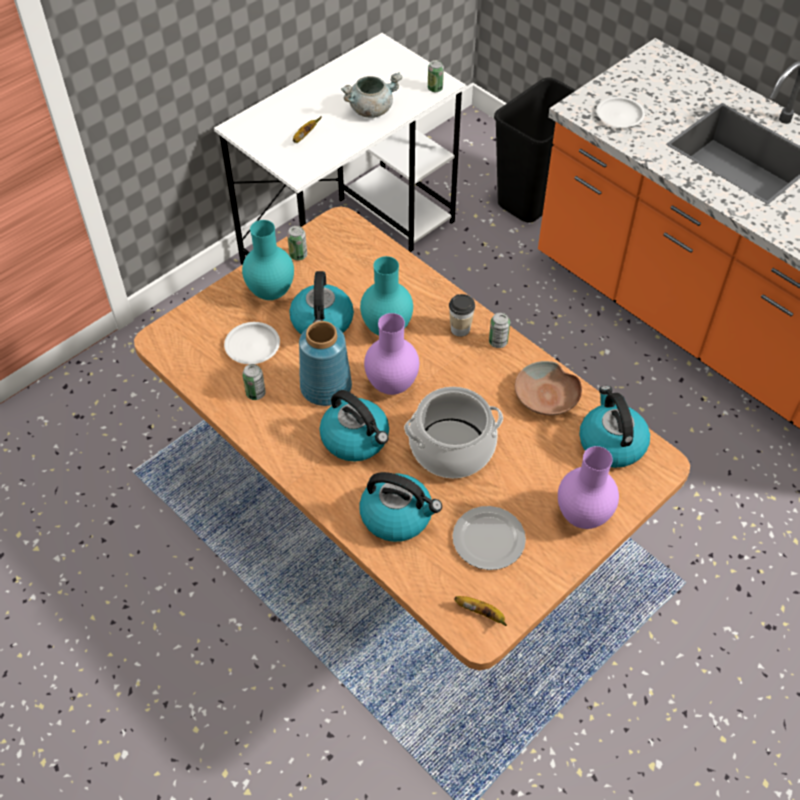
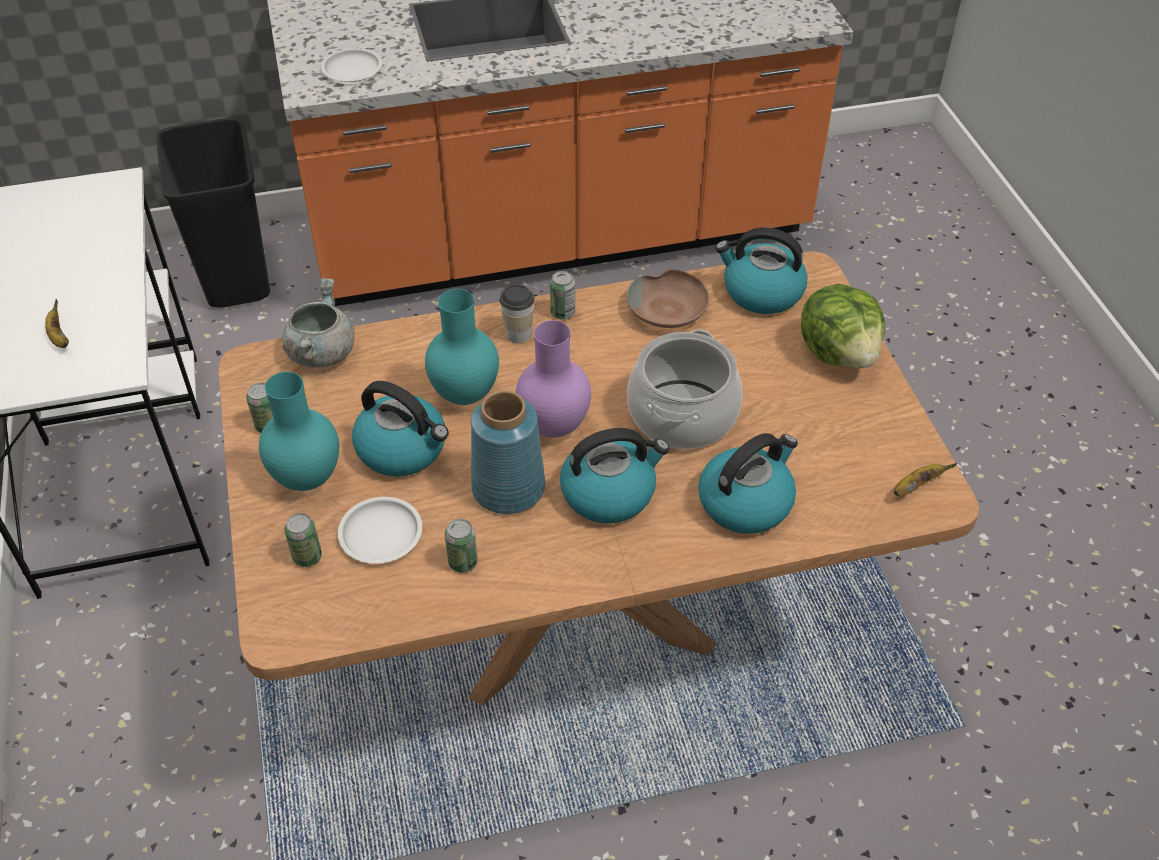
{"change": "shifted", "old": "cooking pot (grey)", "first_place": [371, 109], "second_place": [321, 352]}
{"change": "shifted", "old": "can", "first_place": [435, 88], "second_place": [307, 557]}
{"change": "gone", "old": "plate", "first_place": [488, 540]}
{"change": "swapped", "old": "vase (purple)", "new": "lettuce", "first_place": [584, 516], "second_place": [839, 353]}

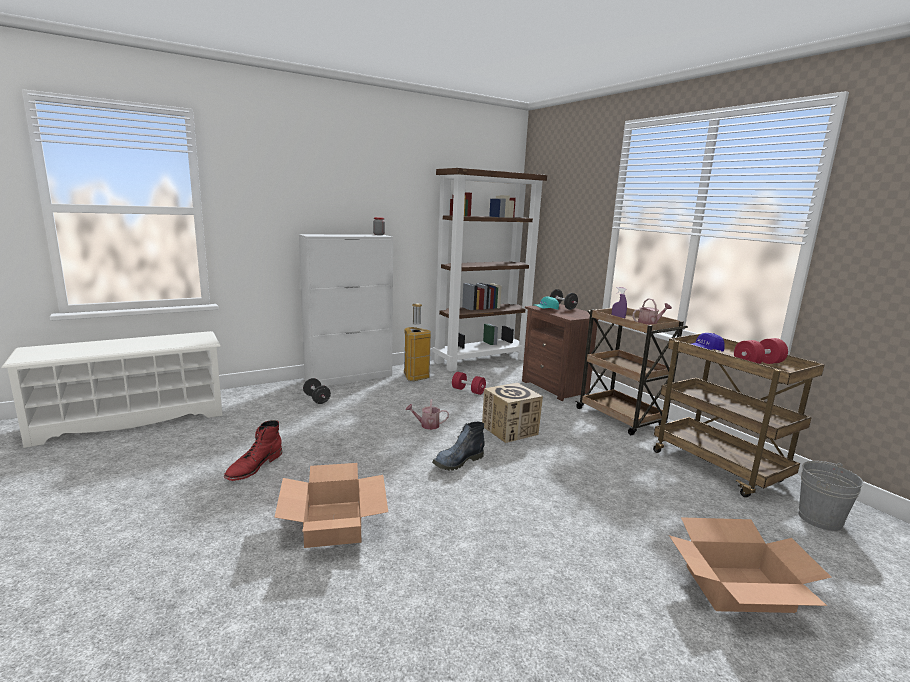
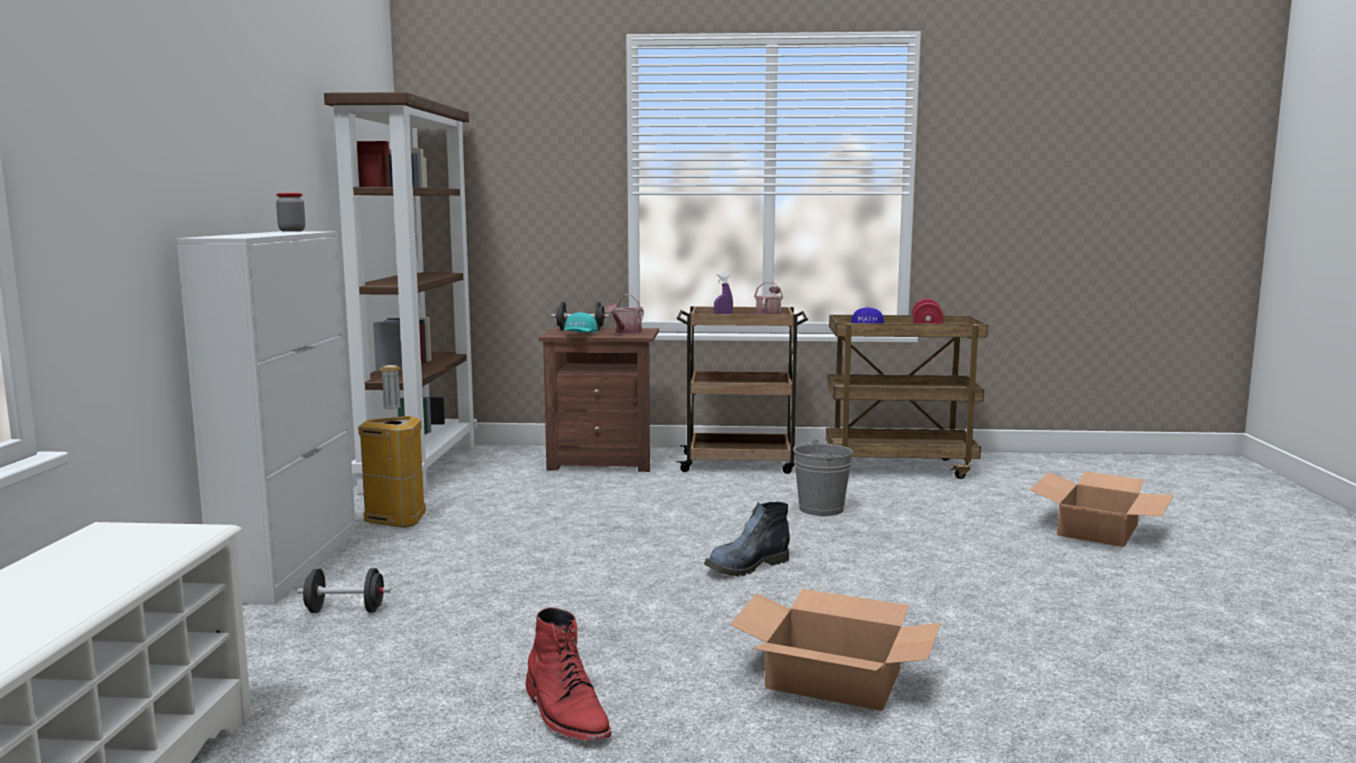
{"change": "shifted", "old": "watering can", "first_place": [427, 425], "second_place": [626, 332]}
{"change": "rotated", "old": "boot", "first_place": [458, 462], "second_place": [746, 567], "degrees": 60}
{"change": "gone", "old": "dumbbell (red)", "first_place": [468, 391]}
{"change": "gone", "old": "cardboard box", "first_place": [510, 430]}
{"change": "shifted", "old": "bucket (grey)", "first_place": [820, 519], "second_place": [821, 509]}

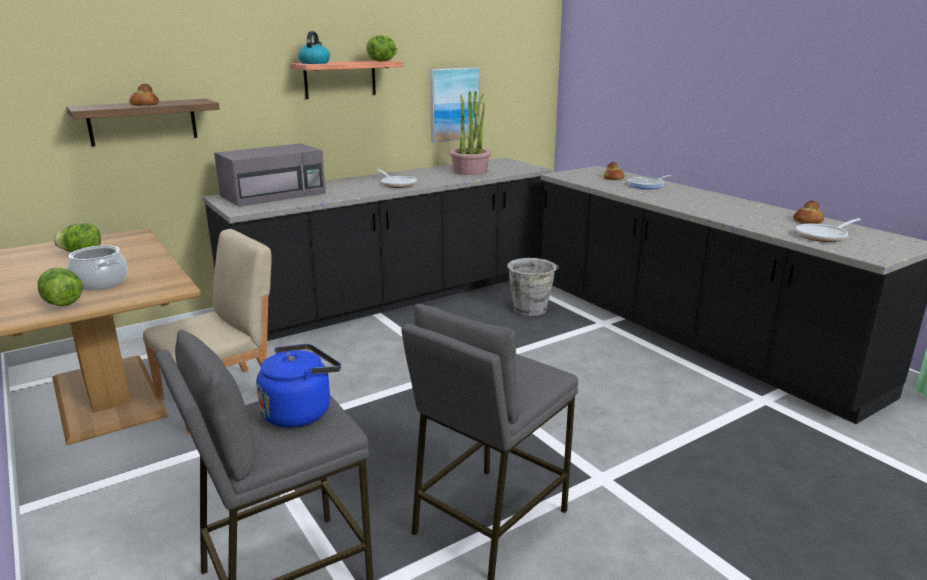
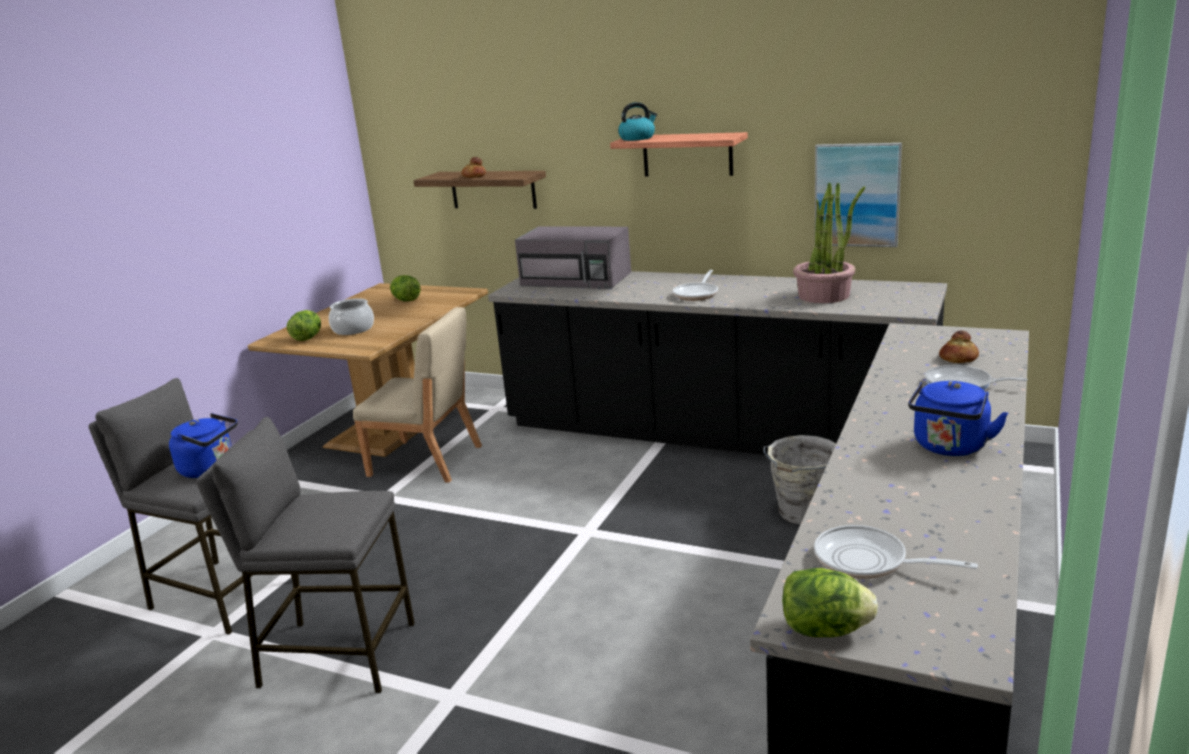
{"change": "shifted", "old": "lettuce", "first_place": [382, 61], "second_place": [825, 630]}
{"change": "gone", "old": "bread", "first_place": [808, 221]}
{"change": "new", "new": "kettle (blue)", "second_place": [949, 448]}

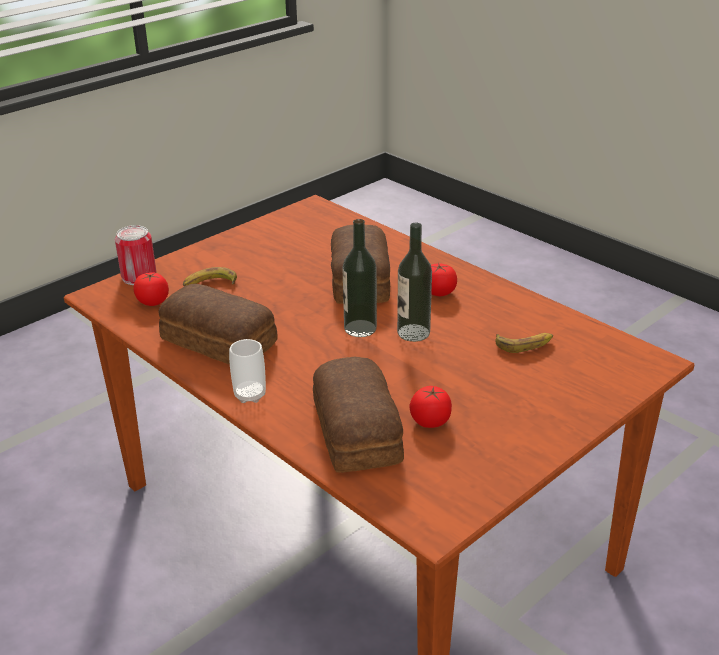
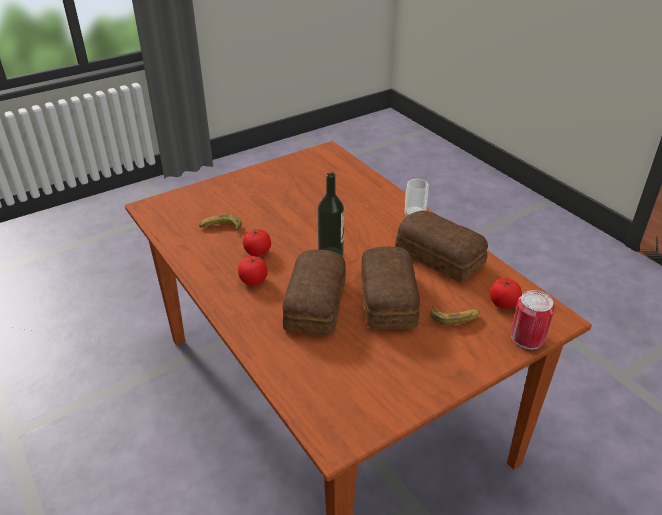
{"change": "shifted", "old": "bread", "first_place": [358, 429], "second_place": [386, 300]}
{"change": "gone", "old": "bottle", "first_place": [413, 333]}
{"change": "shifted", "old": "tomato", "first_place": [430, 421], "second_place": [257, 252]}

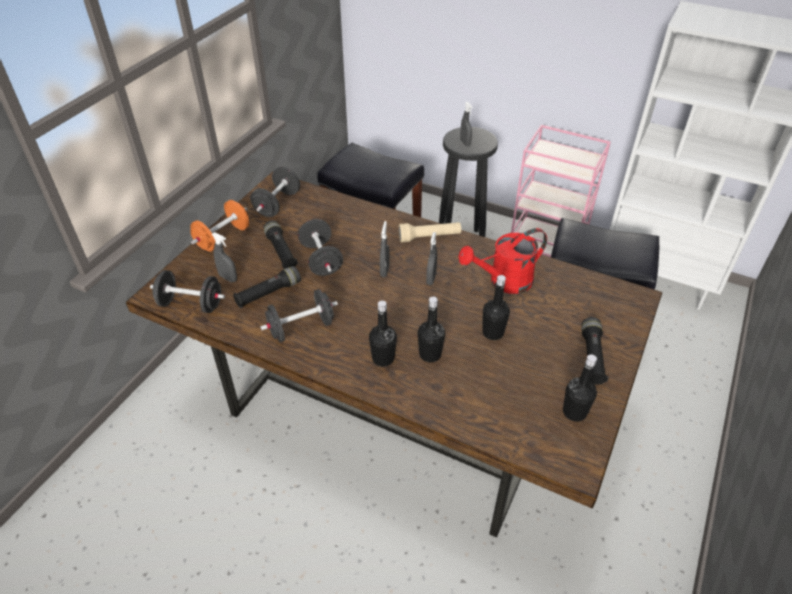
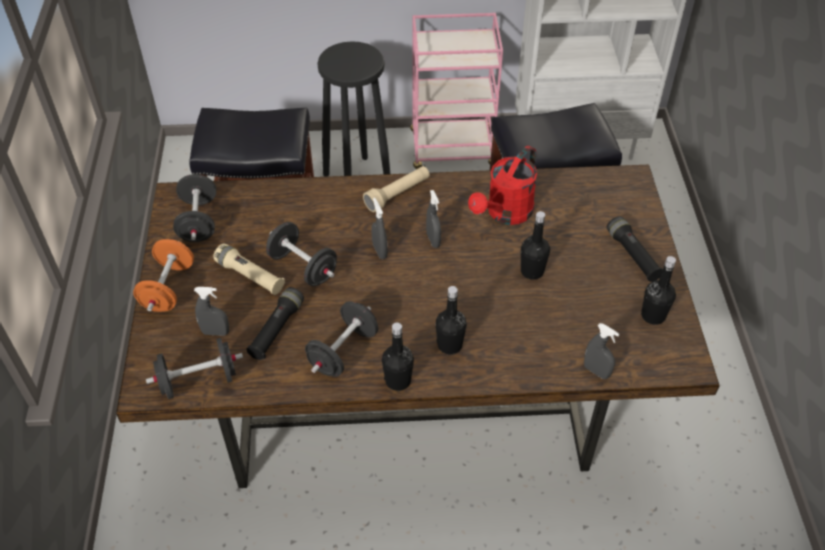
{"change": "repainted", "old": "flashlight (black)", "new": "flashlight (beige)", "first_place": [281, 251], "second_place": [250, 276]}
{"change": "shifted", "old": "bottle (black)", "first_place": [430, 354], "second_place": [398, 381]}
{"change": "shifted", "old": "spray bottle (grey)", "first_place": [465, 143], "second_place": [596, 371]}

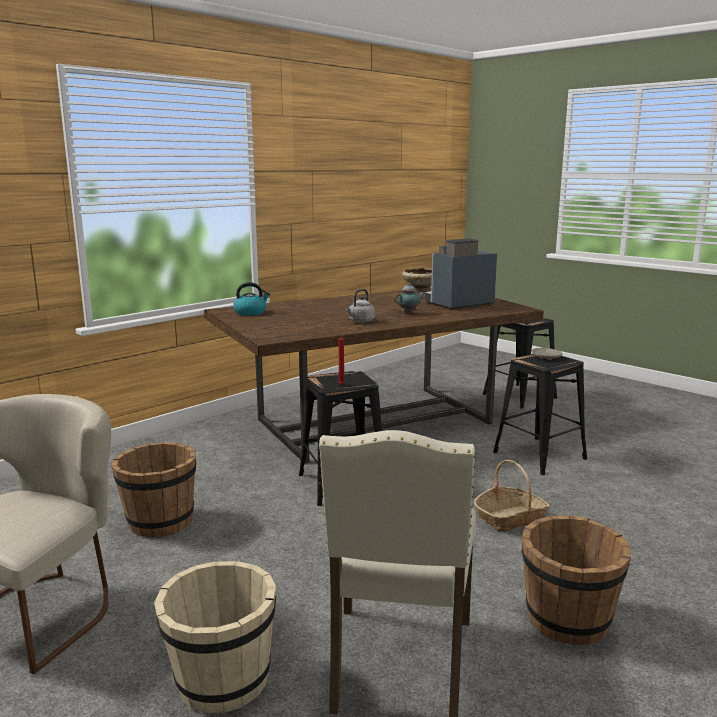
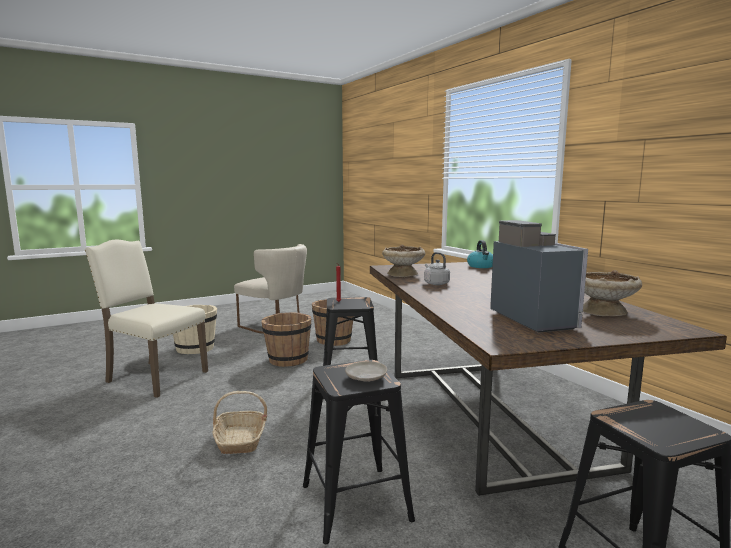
{"change": "gone", "old": "teapot", "first_place": [409, 313]}
{"change": "shifted", "old": "bucket (brown)", "first_place": [567, 620], "second_place": [288, 360]}
{"change": "new", "new": "bowl (beige)", "second_place": [403, 274]}

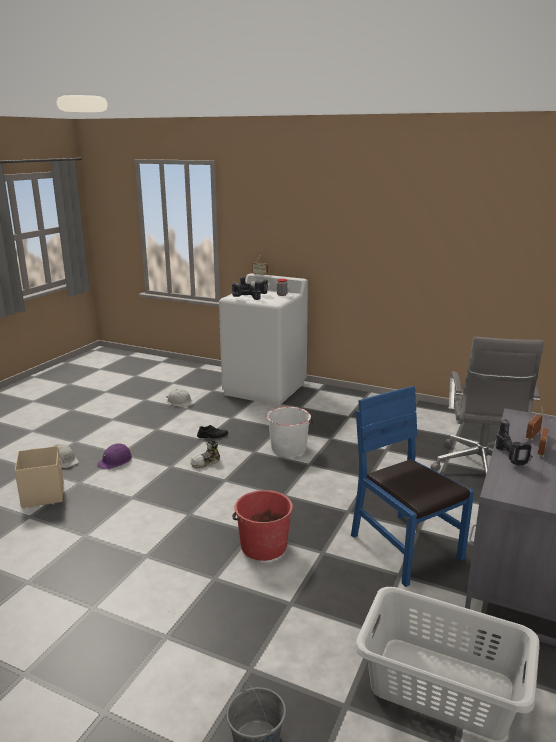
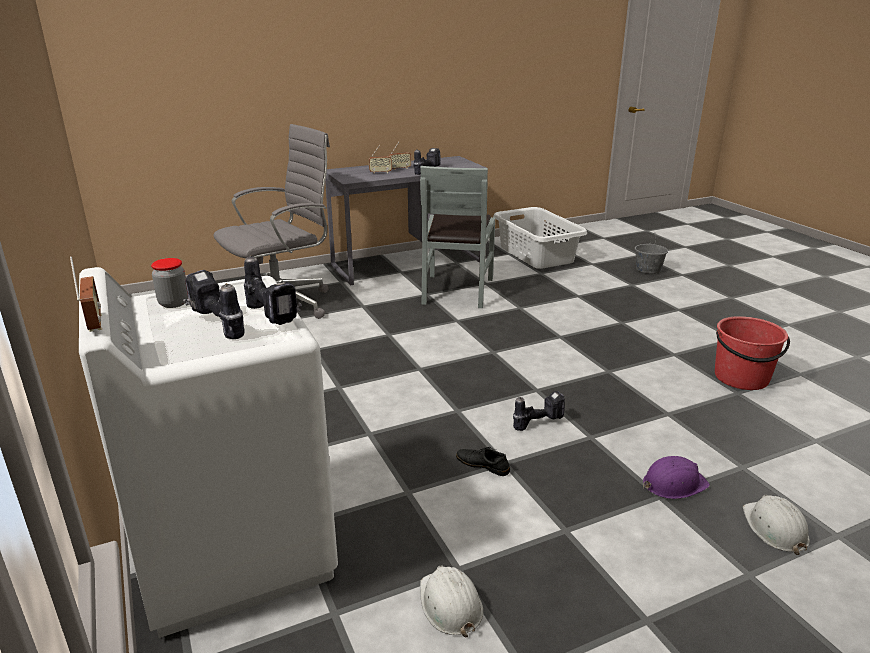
{"change": "gone", "old": "storage box (beige)", "first_place": [43, 494]}
{"change": "swapped", "old": "shoe", "new": "power drill", "first_place": [206, 462], "second_place": [537, 422]}
{"change": "shifted", "old": "bucket (red)", "first_place": [263, 546], "second_place": [741, 378]}
{"change": "gone", "old": "bucket (white)", "first_place": [288, 448]}
{"change": "repainted", "old": "chair (blue)", "new": "chair (grey)", "first_place": [405, 548], "second_place": [456, 290]}

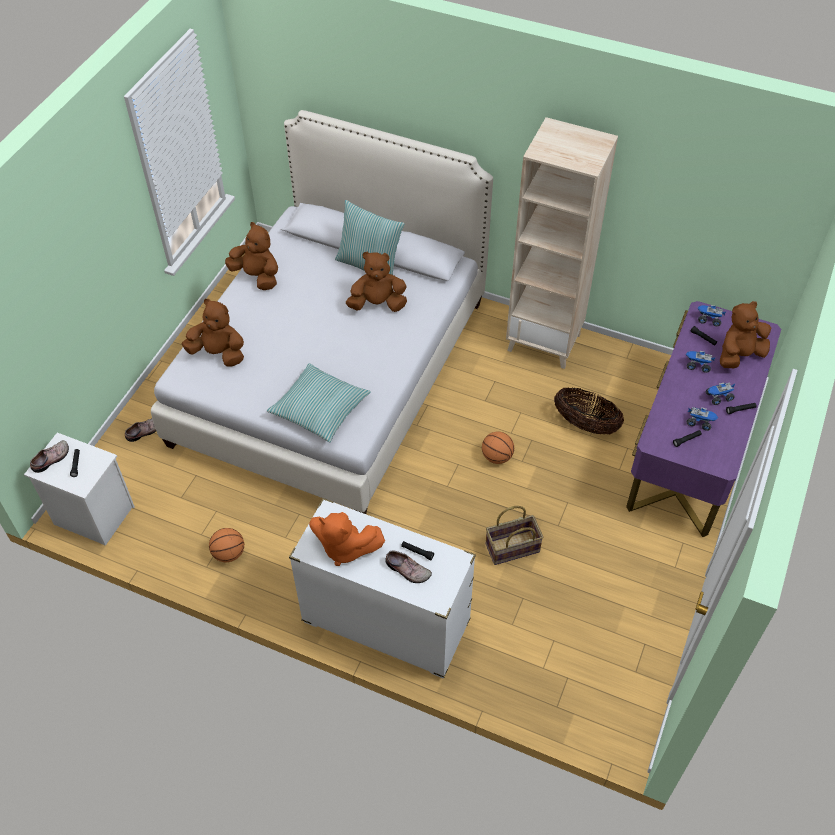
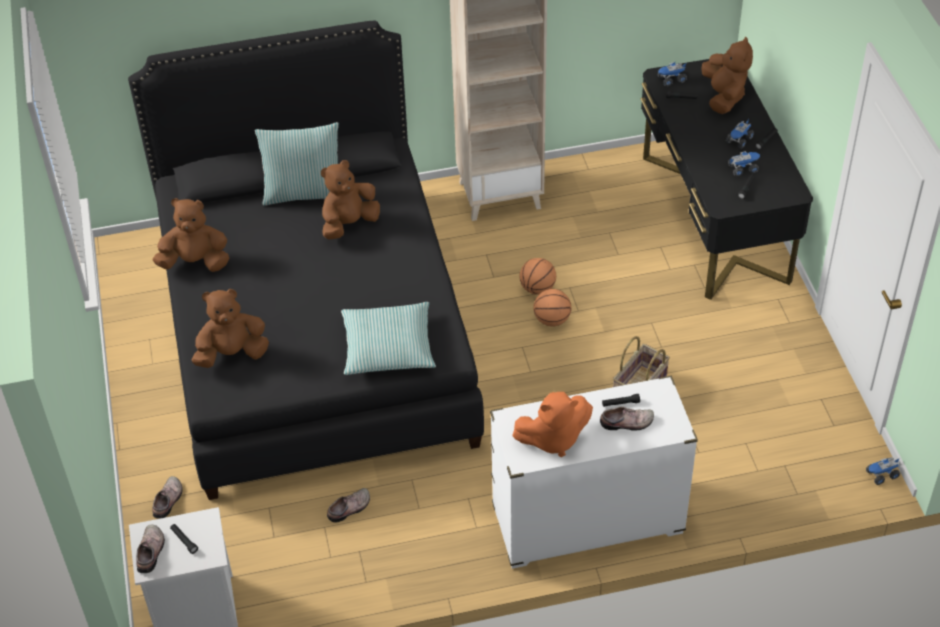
{"change": "repainted", "old": "bed (white)", "new": "bed (black)", "first_place": [331, 370], "second_place": [314, 332]}
{"change": "shifted", "old": "basketball", "first_place": [229, 553], "second_place": [537, 289]}
{"change": "gone", "old": "basket", "first_place": [585, 424]}
{"change": "repainted", "old": "desk (purple)", "new": "desk (black)", "first_place": [690, 449], "second_place": [714, 218]}
{"change": "shifted", "old": "toy truck", "first_place": [697, 365], "second_place": [881, 475]}
{"change": "rotated", "old": "plush toy (brown)", "first_place": [739, 355], "second_place": [724, 97], "degrees": 150}
{"change": "new", "new": "shoe", "second_place": [350, 509]}

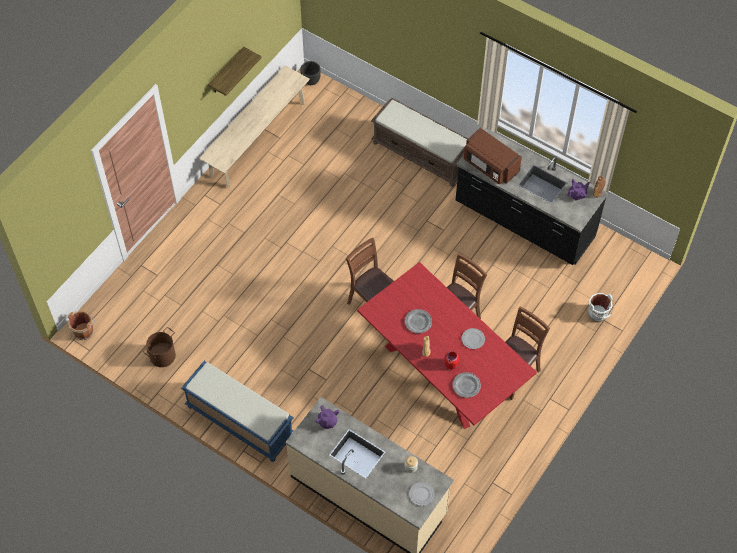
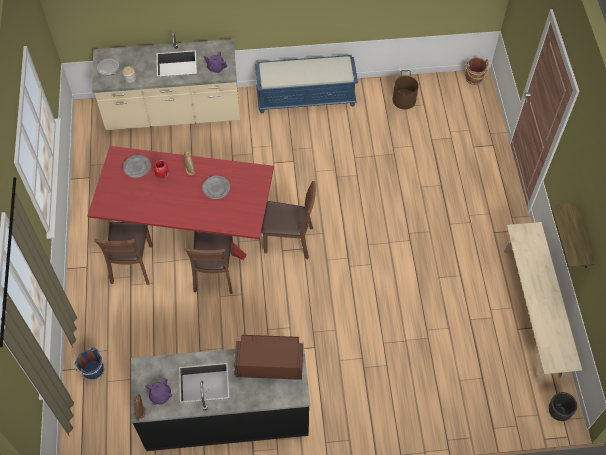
{"change": "gone", "old": "bench (brown)", "first_place": [421, 154]}
{"change": "gone", "old": "plate", "first_place": [473, 339]}
{"change": "repainted", "old": "bucket (white)", "new": "bucket (blue)", "first_place": [598, 314], "second_place": [92, 370]}

